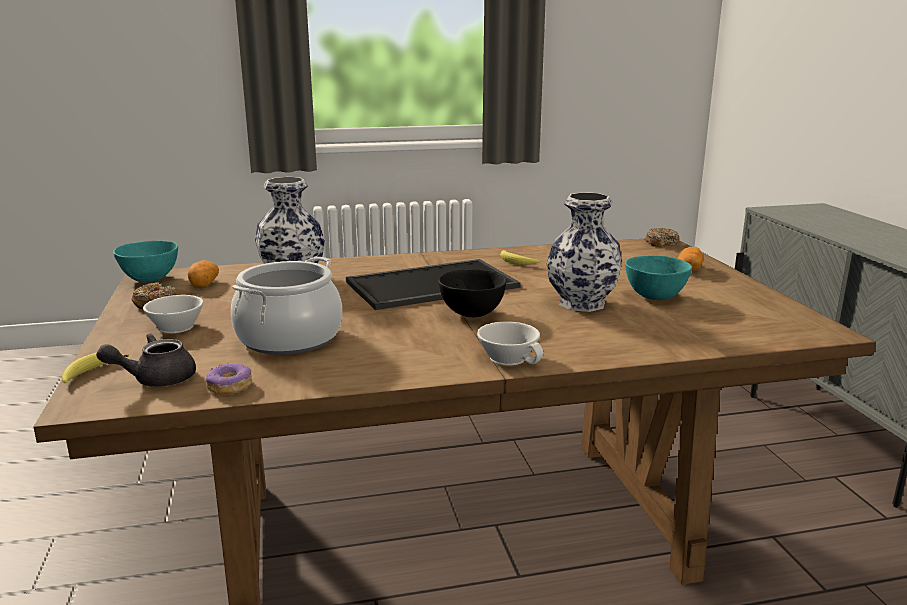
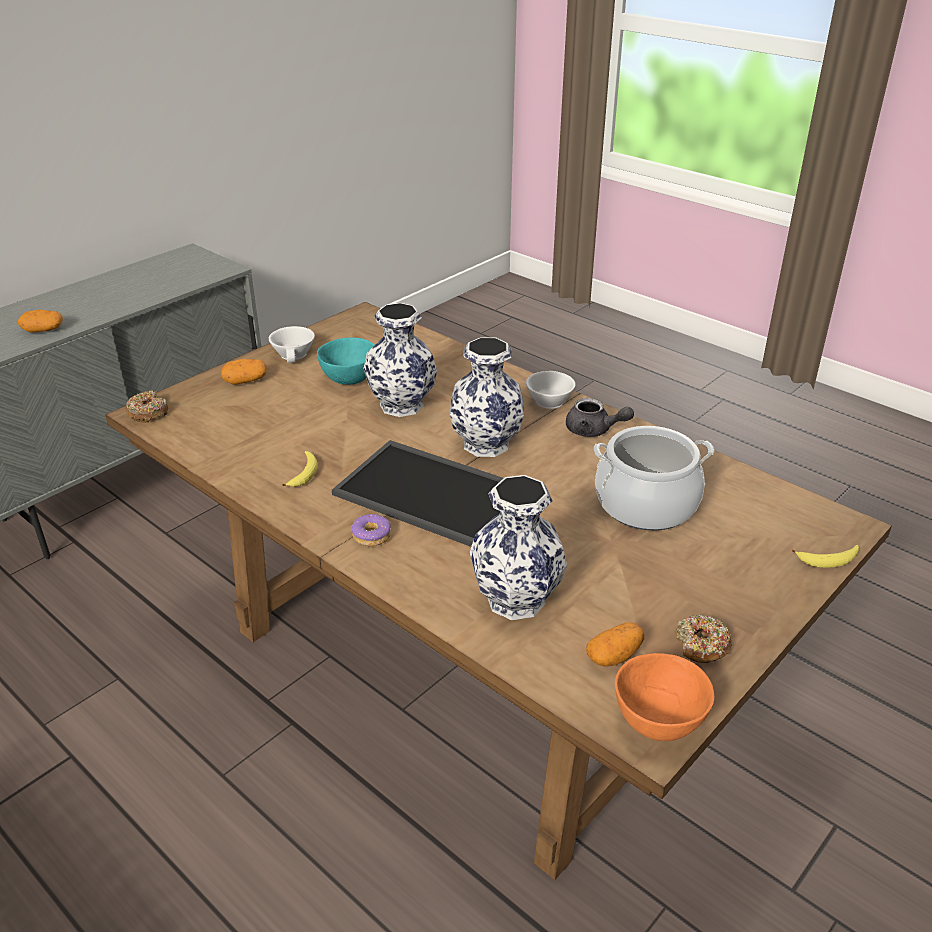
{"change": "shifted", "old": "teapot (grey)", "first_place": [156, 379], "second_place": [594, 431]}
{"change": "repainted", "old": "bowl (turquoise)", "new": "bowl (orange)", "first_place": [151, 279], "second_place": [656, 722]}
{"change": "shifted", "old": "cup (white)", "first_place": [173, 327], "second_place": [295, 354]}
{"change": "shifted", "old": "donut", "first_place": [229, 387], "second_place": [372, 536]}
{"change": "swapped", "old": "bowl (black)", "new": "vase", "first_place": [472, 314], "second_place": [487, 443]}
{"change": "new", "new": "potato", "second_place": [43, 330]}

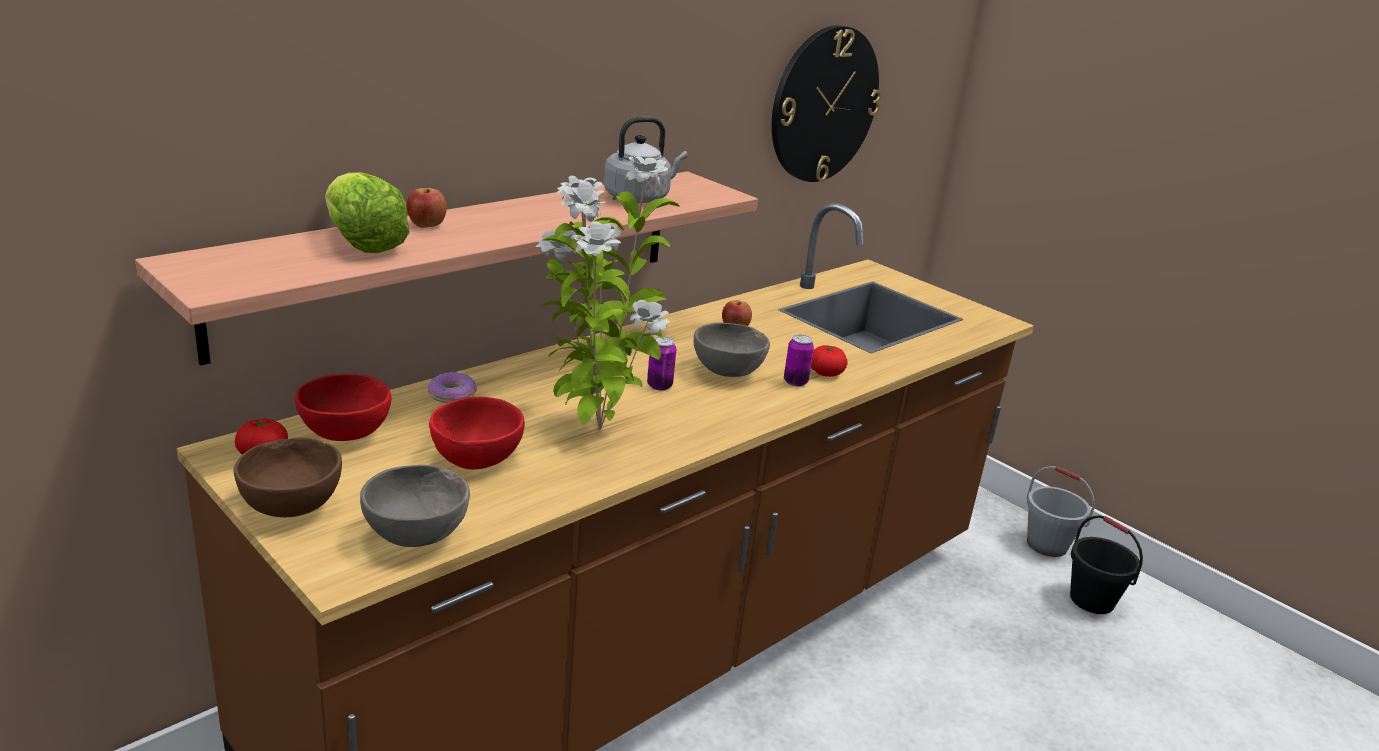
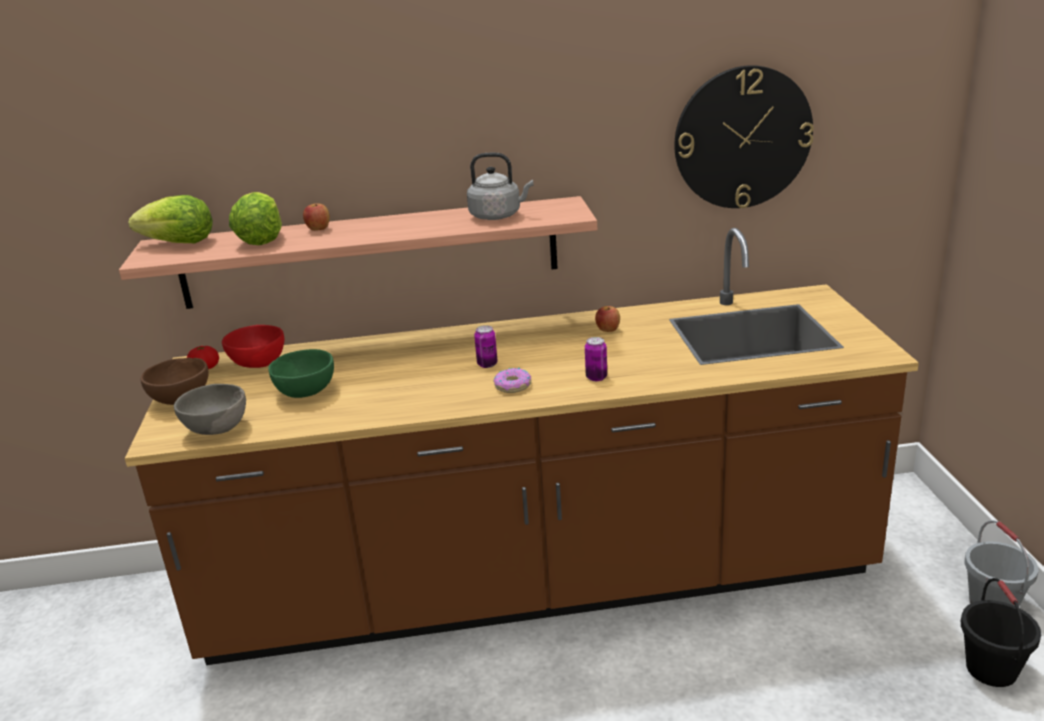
{"change": "shifted", "old": "donut", "first_place": [453, 395], "second_place": [513, 386]}
{"change": "repainted", "old": "bowl (red)", "new": "bowl (green)", "first_place": [475, 460], "second_place": [305, 392]}
{"change": "gone", "old": "potted plant", "first_place": [595, 428]}
{"change": "gone", "old": "bowl (grey)", "first_place": [728, 373]}
{"change": "gone", "old": "tomato", "first_place": [826, 373]}
{"change": "new", "new": "lettuce", "second_place": [180, 243]}

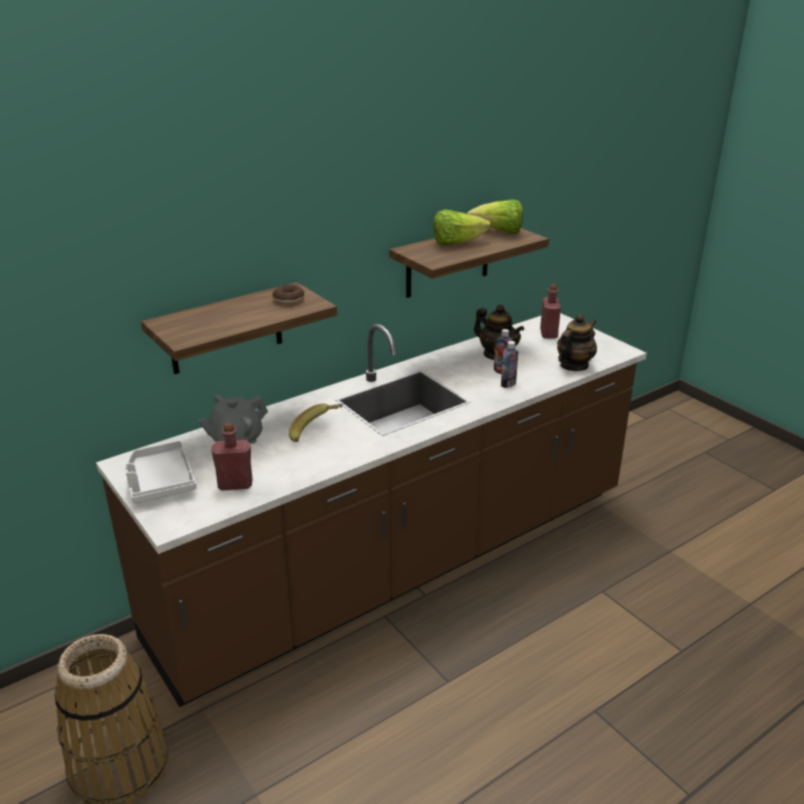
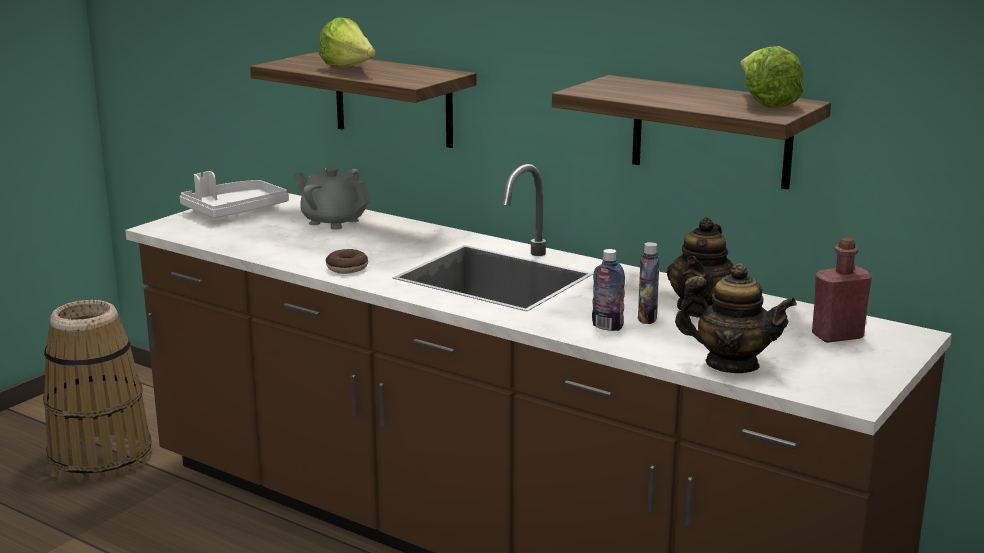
{"change": "gone", "old": "bottle (red)", "first_place": [235, 484]}
{"change": "shifted", "old": "donut", "first_place": [288, 299], "second_place": [347, 268]}
{"change": "gone", "old": "banana", "first_place": [316, 433]}
{"change": "shifted", "old": "lettuce", "first_place": [457, 243], "second_place": [350, 70]}

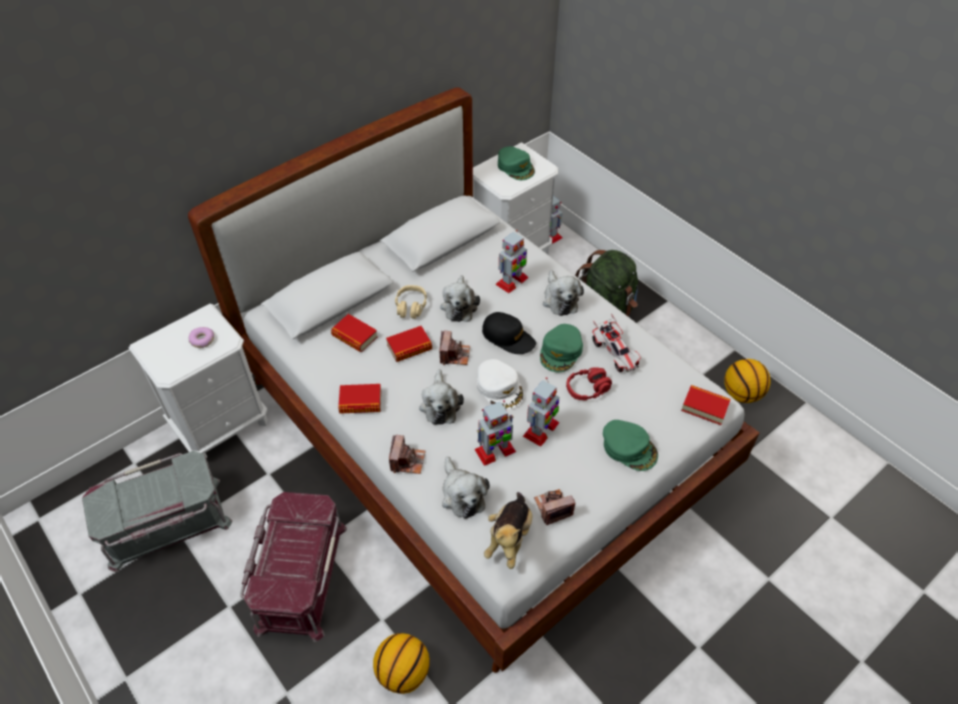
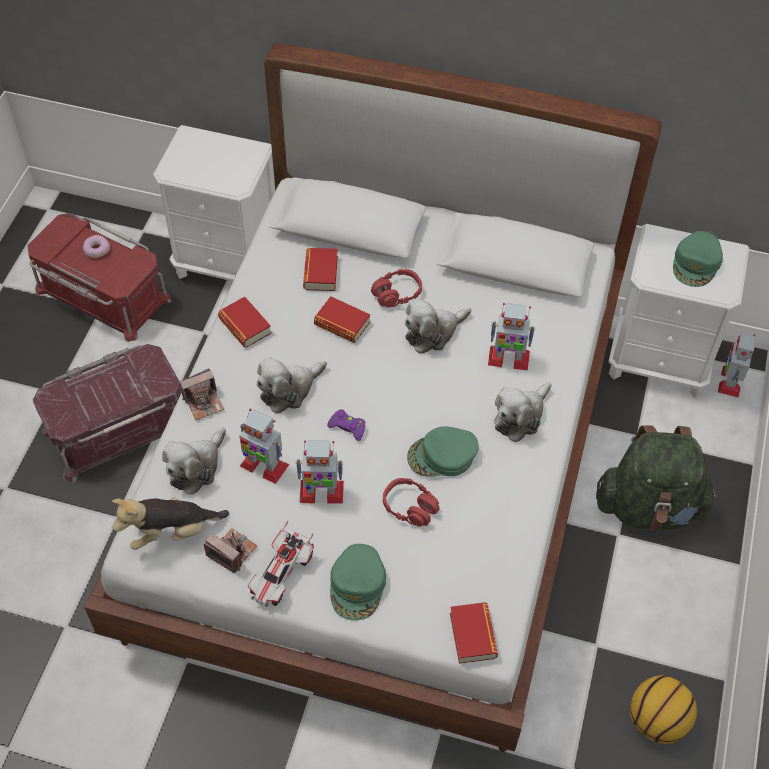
{"change": "repainted", "old": "storage box (grey)", "new": "storage box (red)", "first_place": [166, 524], "second_place": [101, 295]}
{"change": "shifted", "old": "donut", "first_place": [202, 340], "second_place": [96, 250]}
{"change": "gone", "old": "basketball", "first_place": [403, 672]}
{"change": "repainted", "old": "headphones (beige)", "new": "headphones (red)", "first_place": [411, 307], "second_place": [397, 294]}
{"change": "gone", "old": "photo camera", "first_place": [454, 355]}
{"change": "swapped", "old": "cap (white)", "new": "game controller (purple)", "first_place": [500, 387], "second_place": [347, 427]}
{"change": "gone", "old": "cap (black)", "first_place": [508, 337]}
{"change": "shifted", "old": "toy car", "first_place": [615, 353], "second_place": [281, 574]}

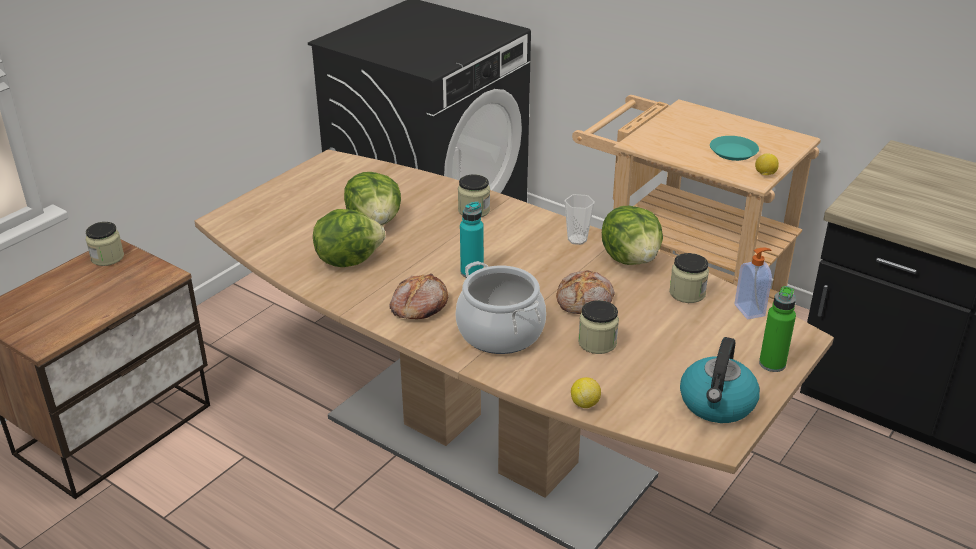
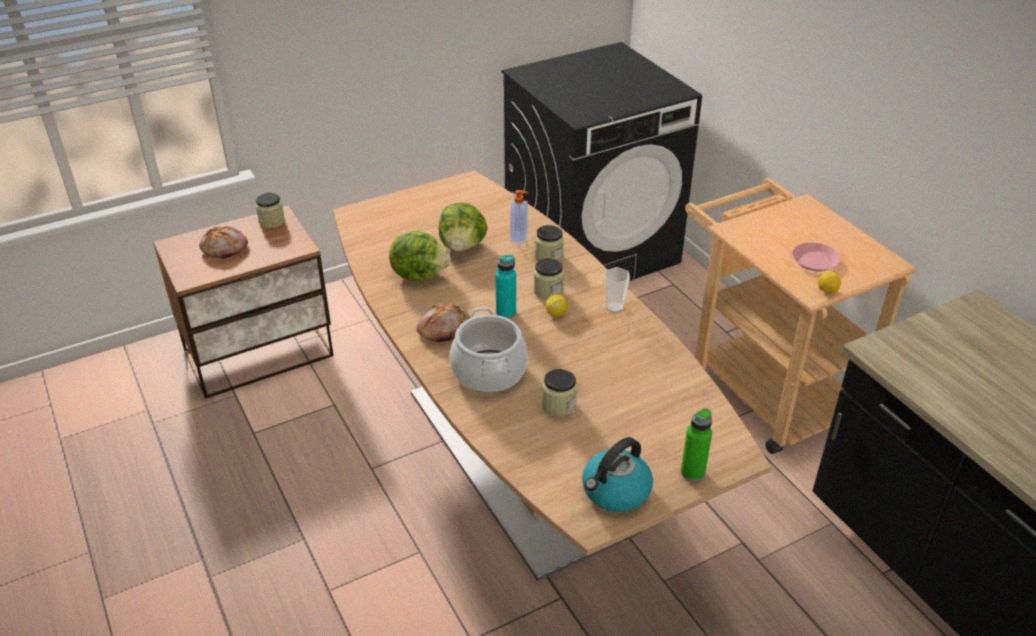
{"change": "shifted", "old": "bread", "first_place": [585, 301], "second_place": [225, 248]}
{"change": "shifted", "old": "lemon", "first_place": [585, 403], "second_place": [556, 314]}
{"change": "gone", "old": "lettuce", "first_place": [631, 259]}
{"change": "shifted", "old": "jar", "first_place": [687, 293], "second_place": [548, 291]}
{"change": "repainted", "old": "plate (turquoise)", "new": "plate (pink)", "first_place": [733, 152], "second_place": [814, 261]}
{"change": "shifted", "old": "soap dispenser", "first_place": [750, 310], "second_place": [519, 237]}

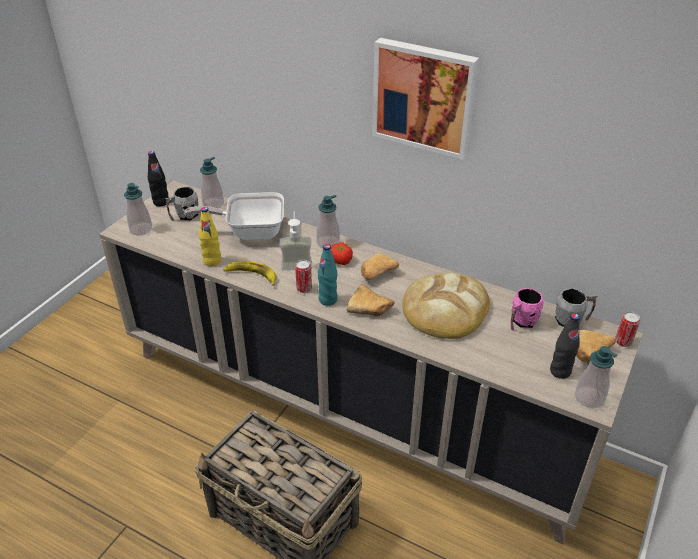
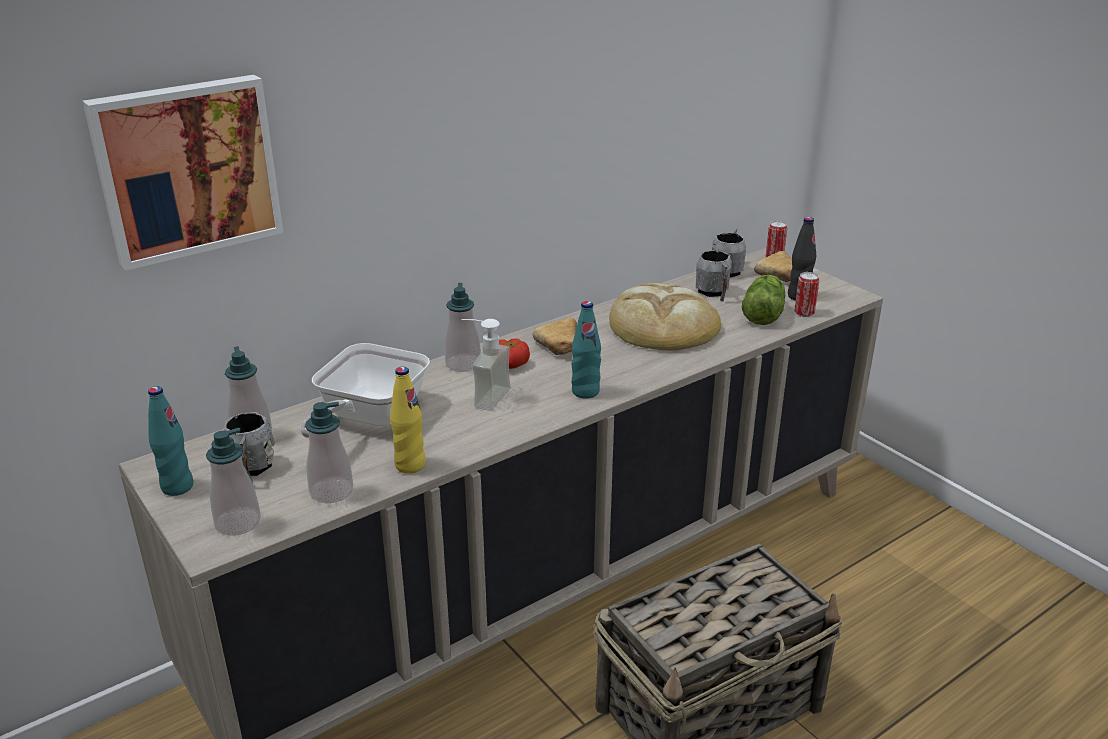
{"change": "repainted", "old": "bottle (black)", "new": "bottle (turquoise)", "first_place": [161, 202], "second_place": [177, 487]}
{"change": "gone", "old": "banana", "first_place": [251, 275]}
{"change": "shifted", "old": "can", "first_place": [304, 289], "second_place": [804, 313]}
{"change": "gone", "old": "bread", "first_place": [371, 309]}
{"change": "shifted", "old": "picture", "first_place": [424, 96], "second_place": [186, 169]}
{"change": "repainted", "old": "mug (pink)", "new": "mug (grey)", "first_place": [521, 322], "second_place": [714, 293]}
{"change": "shifted", "old": "soap dispenser", "first_place": [589, 398], "second_place": [331, 492]}
{"change": "new", "new": "lettuce", "second_place": [763, 313]}

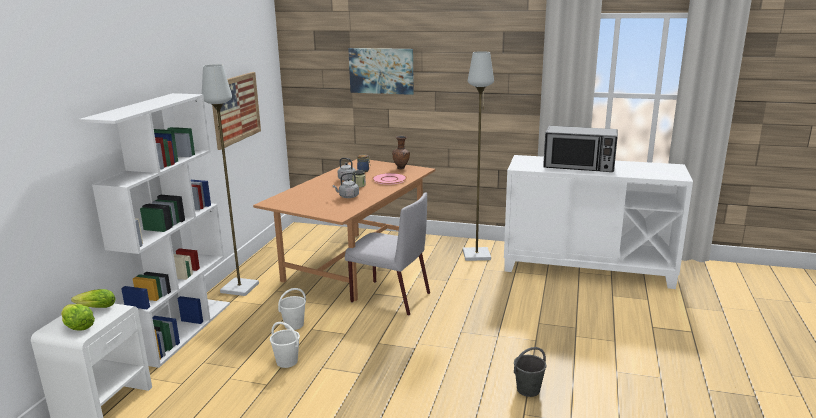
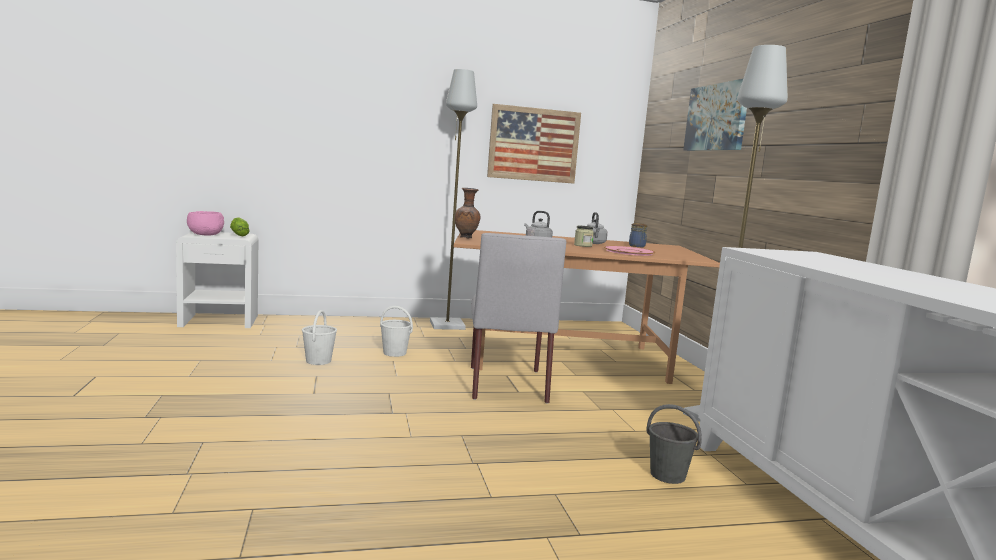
{"change": "swapped", "old": "lettuce", "new": "bowl (pink)", "first_place": [77, 326], "second_place": [205, 234]}
{"change": "gone", "old": "bookcase (white)", "first_place": [182, 330]}
{"change": "shifted", "old": "vase (brown)", "first_place": [401, 168], "second_place": [466, 238]}
{"change": "shifted", "old": "bucket (grey)", "first_place": [528, 389], "second_place": [668, 475]}
{"change": "gone", "old": "microwave", "first_place": [579, 166]}

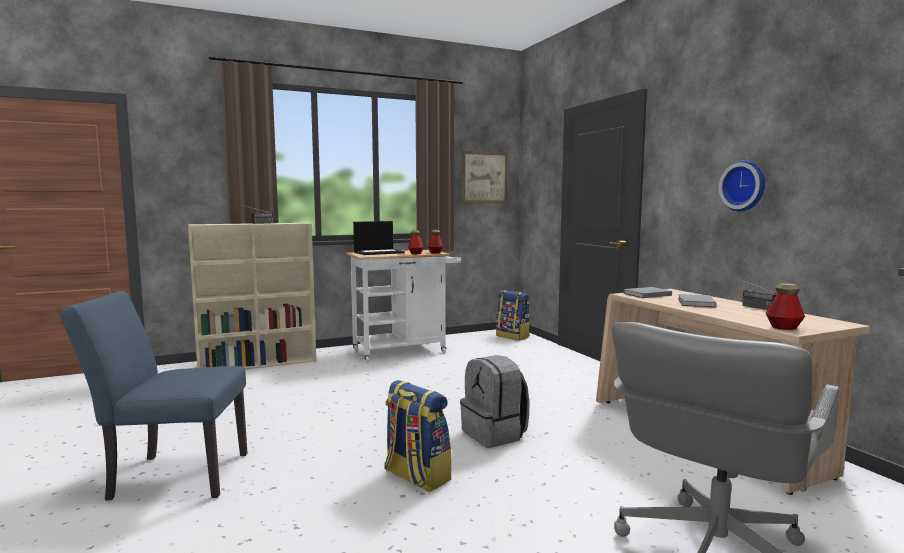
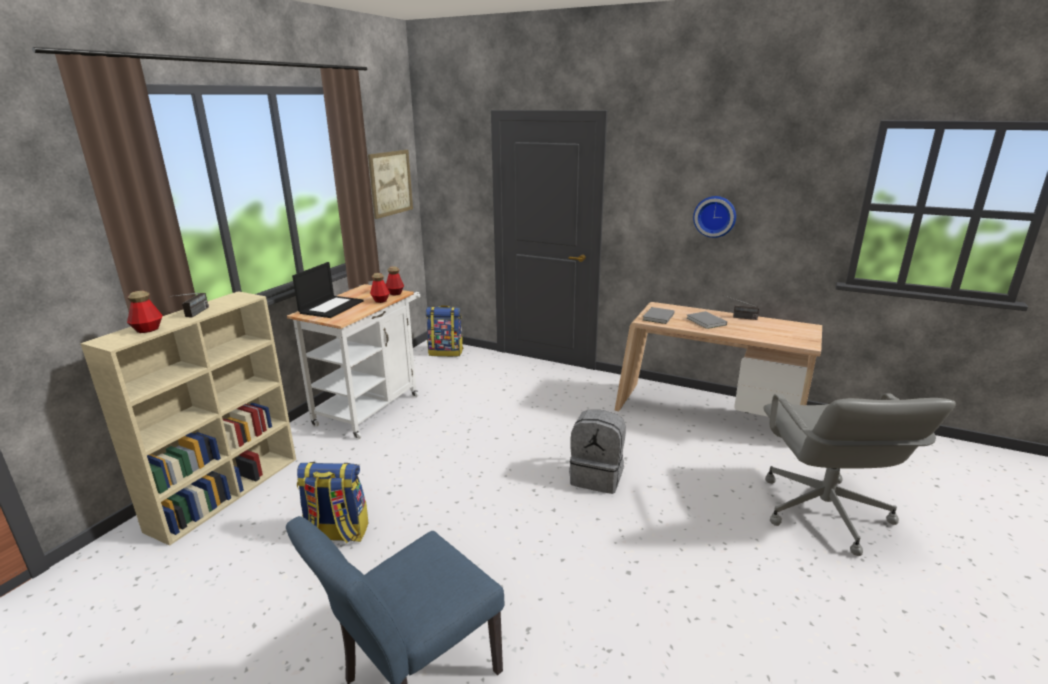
{"change": "shifted", "old": "backpack", "first_place": [416, 476], "second_place": [337, 533]}
{"change": "shifted", "old": "bottle", "first_place": [783, 327], "second_place": [148, 329]}

